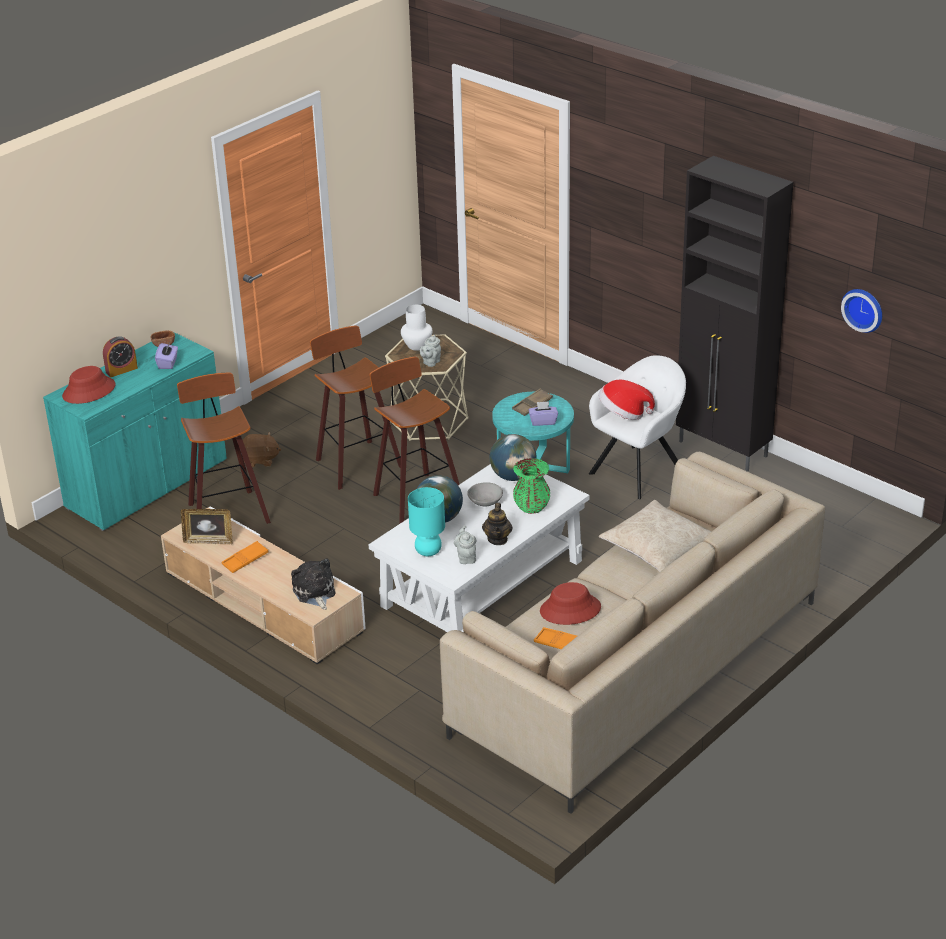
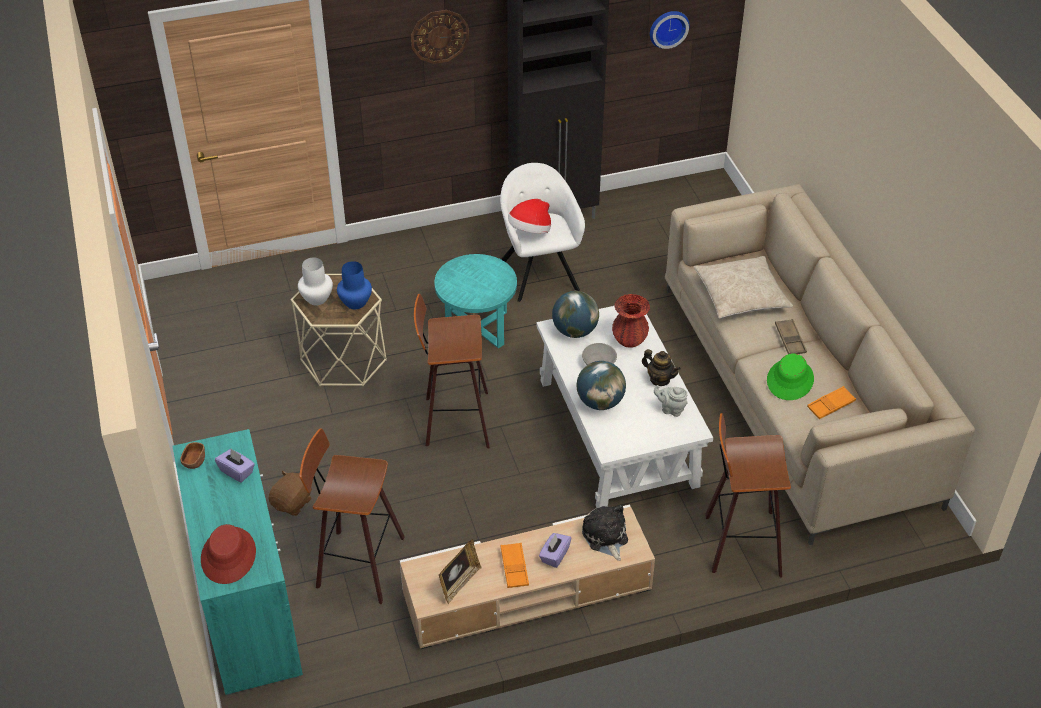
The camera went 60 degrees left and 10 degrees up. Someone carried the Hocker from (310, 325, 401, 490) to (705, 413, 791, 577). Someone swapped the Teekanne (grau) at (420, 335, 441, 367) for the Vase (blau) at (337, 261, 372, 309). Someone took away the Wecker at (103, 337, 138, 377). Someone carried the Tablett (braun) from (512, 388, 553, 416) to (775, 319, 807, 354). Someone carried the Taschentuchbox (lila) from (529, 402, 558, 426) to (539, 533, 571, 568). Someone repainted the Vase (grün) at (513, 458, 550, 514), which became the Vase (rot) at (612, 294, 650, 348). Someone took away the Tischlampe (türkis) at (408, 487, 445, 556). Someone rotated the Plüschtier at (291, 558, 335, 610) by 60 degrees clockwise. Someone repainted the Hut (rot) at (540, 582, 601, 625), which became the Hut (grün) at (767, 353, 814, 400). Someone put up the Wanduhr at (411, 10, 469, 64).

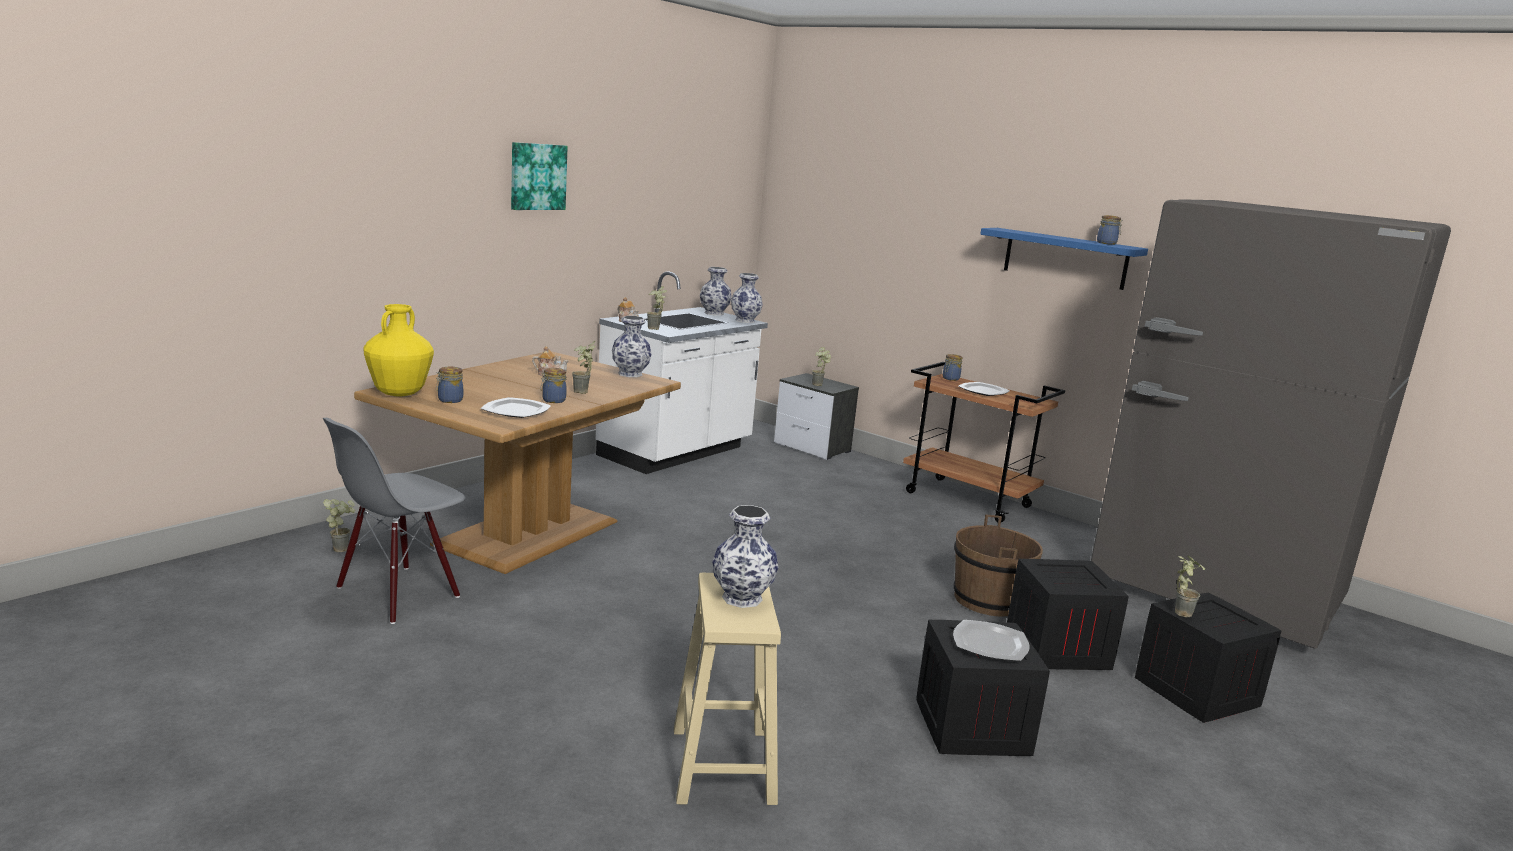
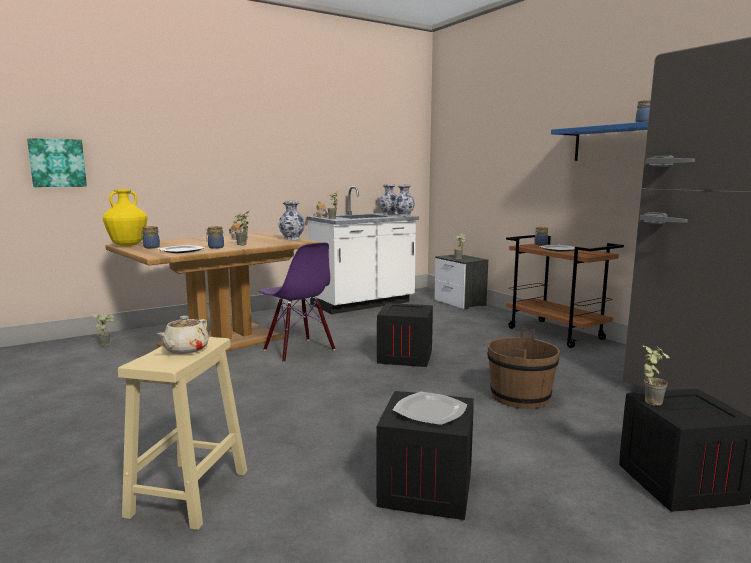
The camera went 20 degrees right and 5 degrees down. Someone carried the Bild from (511, 142, 568, 210) to (27, 138, 87, 187). Someone took away the Stuhl (grau) at (323, 418, 466, 624). Someone swapped the Vase at (712, 505, 779, 608) for the Teekanne (beige) at (157, 316, 209, 354). Someone carried the Kiste from (1007, 559, 1129, 670) to (377, 303, 433, 367). Someone put down the Stuhl (lila) at (259, 242, 335, 363).

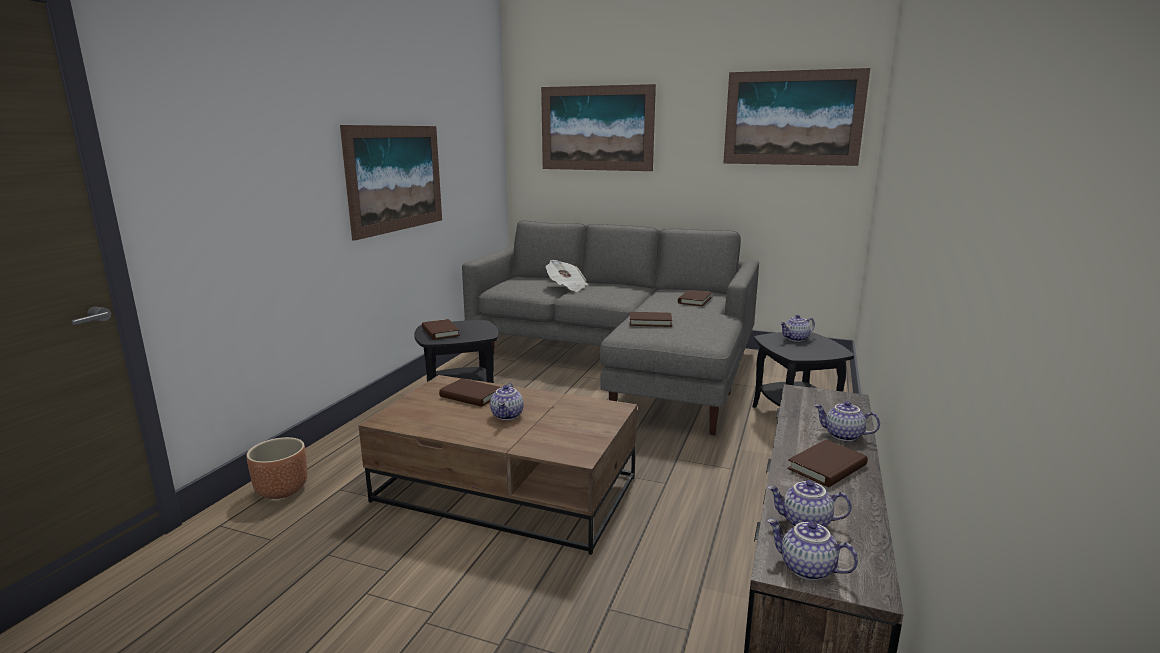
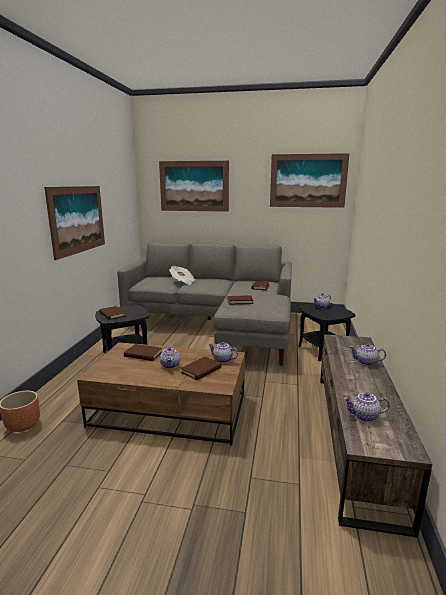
The camera went 10 degrees left and 0 degrees up. Someone carried the Buch (braun) from (787, 440, 868, 487) to (181, 357, 222, 380). Someone carried the Teekanne from (767, 519, 858, 580) to (209, 342, 238, 363).

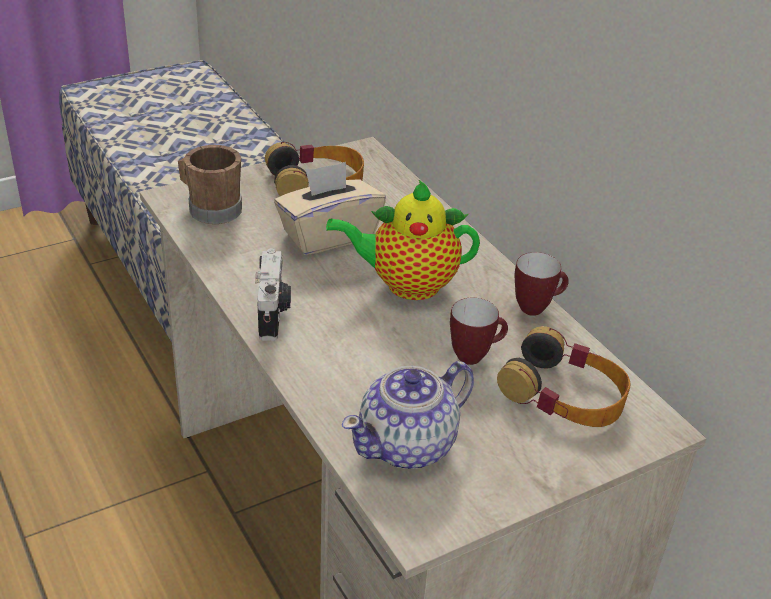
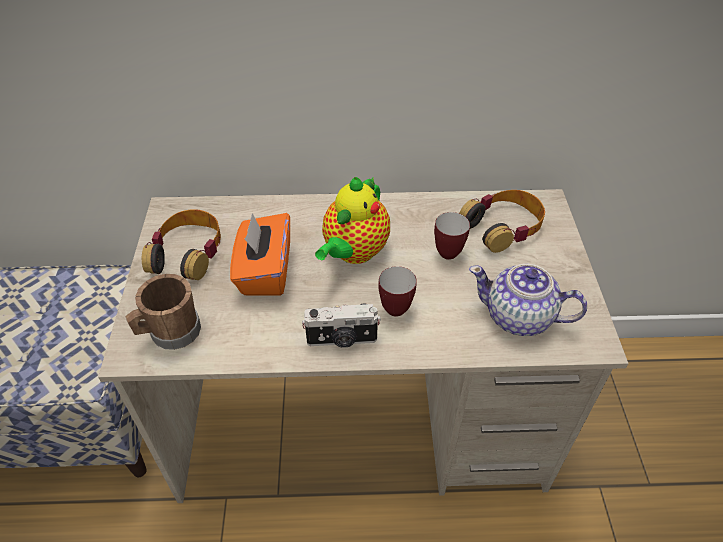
The camera went 60 degrees left and 10 degrees up. Someone repainted the Taschentuchbox (beige) at (274, 162, 386, 255), which became the Taschentuchbox (orange) at (230, 213, 290, 295). Someone rotated the Kamera at (255, 248, 291, 341) by 150 degrees clockwise. Someone carried the Henkelbecher from (515, 252, 569, 316) to (378, 266, 417, 317). Someone rotated the Teekanne at (342, 361, 474, 469) by 120 degrees clockwise.

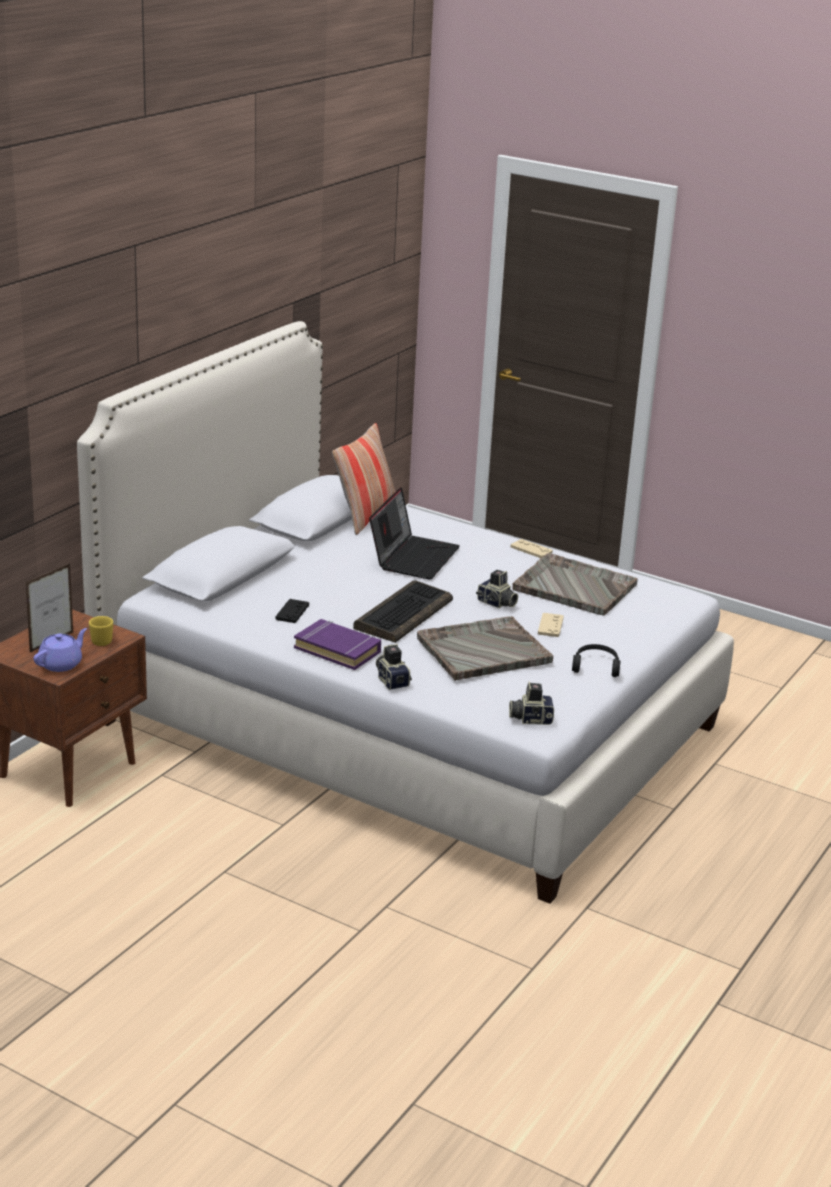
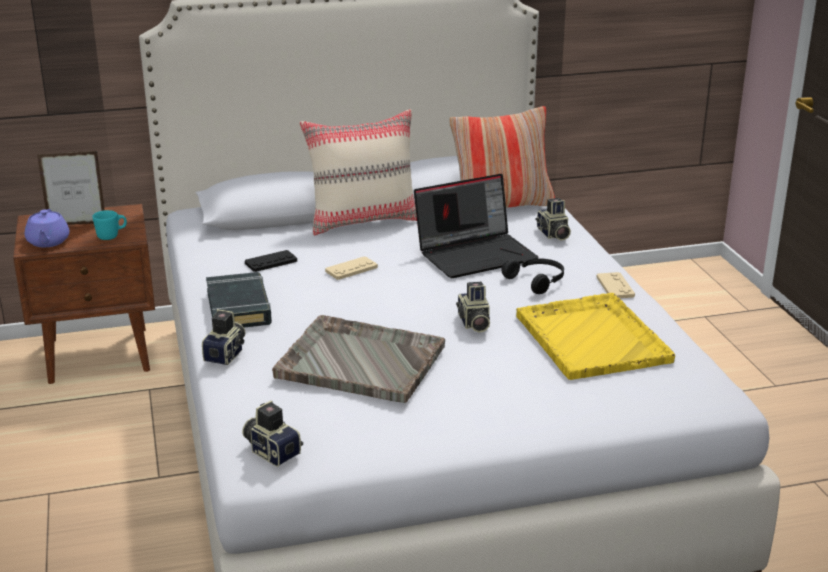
The camera went 45 degrees right and 0 degrees up. Someone repainted the Tablett (grau) at (512, 553, 638, 616), which became the Tablett (gelb) at (516, 293, 675, 380). Someone took away the Tastatur at (353, 580, 453, 643). Someone carried the Gamepad (beige) from (538, 613, 564, 637) to (325, 257, 378, 280). Someone repainted the Henkelbecher (gelb) at (89, 616, 113, 646), which became the Henkelbecher (türkis) at (92, 210, 127, 240). Someone repainted the Buch (lila) at (294, 619, 381, 670), which became the Buch (schwarz) at (206, 272, 272, 328). Someone rotated the Teekanne (lila) at (33, 628, 87, 672) by 90 degrees clockwise. Someone carried the Kopfhörer (schwarz) from (572, 644, 621, 677) to (501, 258, 564, 294). Someone put down the Kissen (beige) at (299, 109, 417, 236). Someone put down the Kamera at (535, 198, 571, 241).

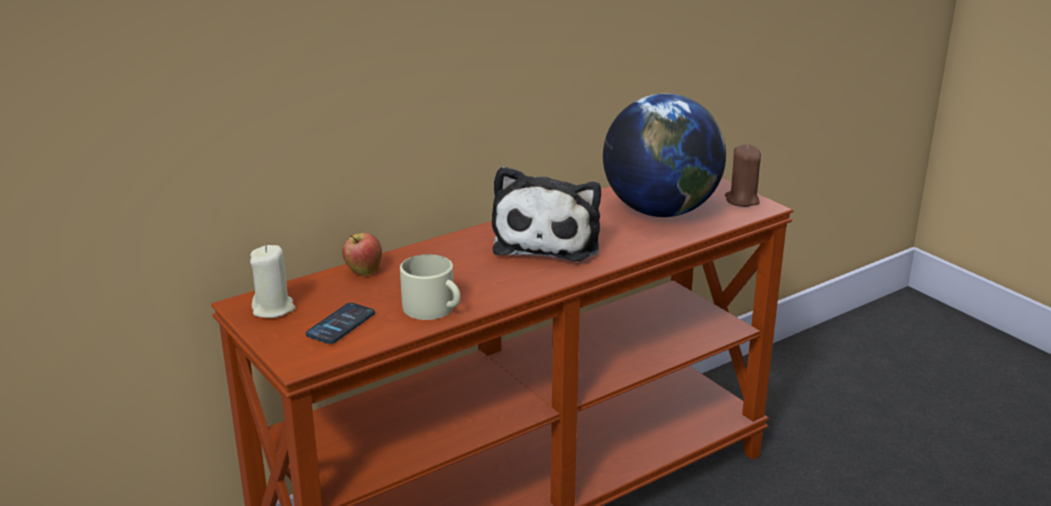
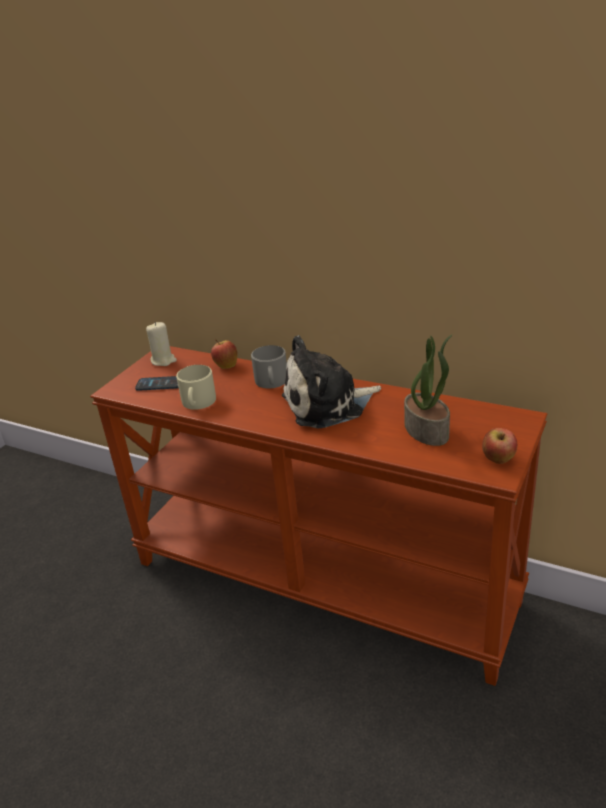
The camera went 65 degrees right and 5 degrees up. Someone swapped the Globus at (603, 94, 726, 217) for the Topfpflanze at (404, 334, 453, 446). Someone swapped the Kerze (braun) at (725, 144, 761, 207) for the Apfel at (482, 428, 518, 464). Someone put down the Henkelbecher (grau) at (251, 345, 287, 388).

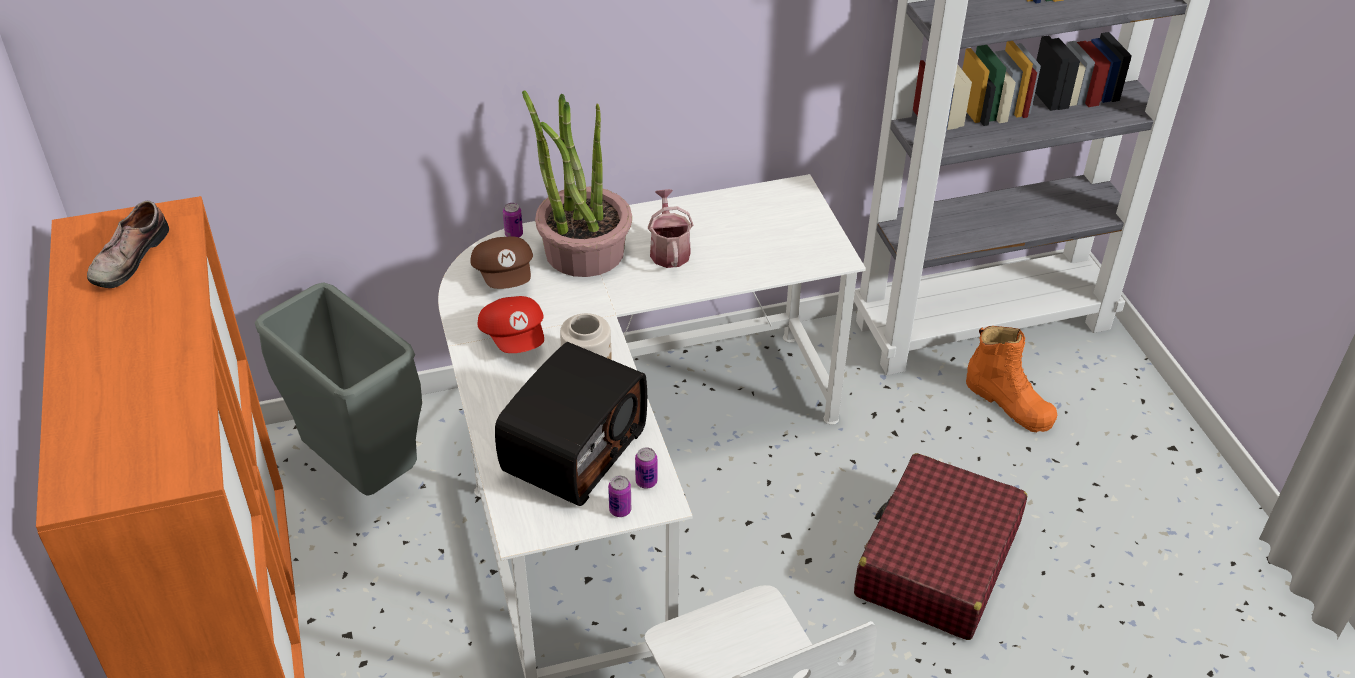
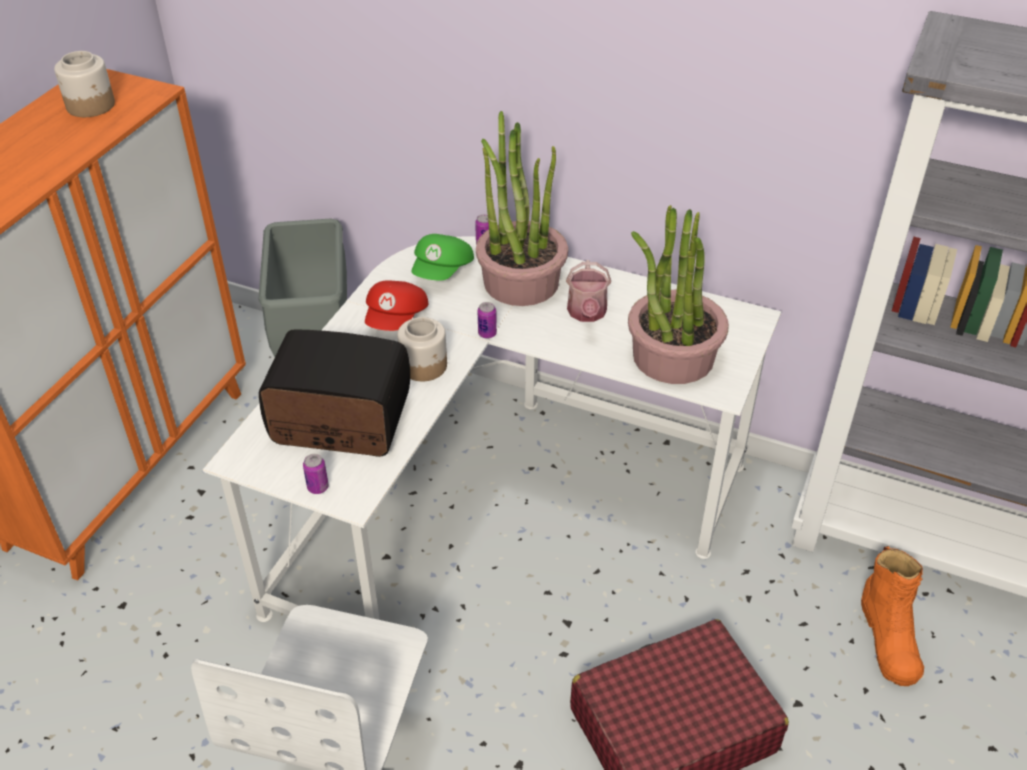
The camera went 40 degrees right and 0 degrees up. Someone rotated the Gießkanne at (648, 189, 693, 268) by 150 degrees clockwise. Someone swapped the Schuh at (87, 201, 169, 288) for the Vorratsglas at (54, 51, 115, 117). Someone repainted the Kappe (braun) at (470, 236, 533, 289), which became the Kappe (grün) at (412, 234, 474, 280). Someone rotated the Radio at (495, 342, 647, 506) by 150 degrees counterclockwise. Someone carried the Dose from (635, 447, 657, 489) to (478, 302, 497, 338). Someone put down the Topfpflanze at (628, 205, 729, 384).

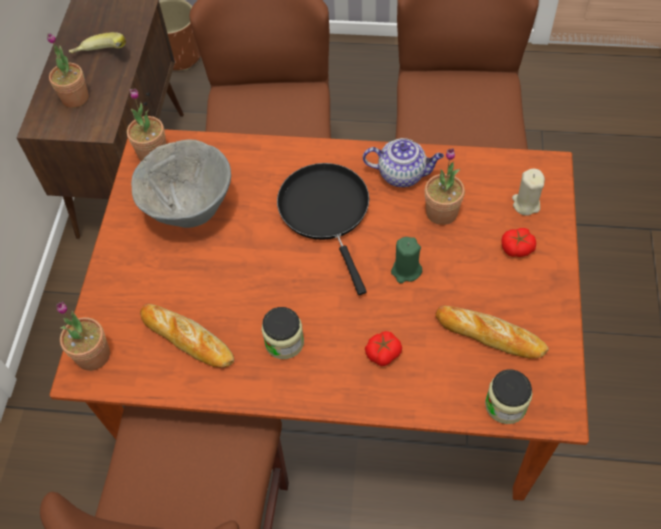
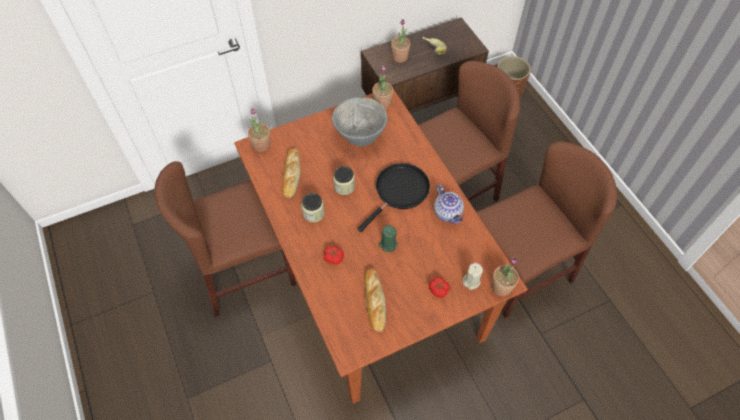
The camera went 55 degrees right and 0 degrees up. Someone carried the Topfpflanze from (425, 148, 465, 225) to (491, 257, 519, 296). Someone carried the Vorratsglas from (485, 369, 533, 424) to (333, 166, 355, 195).

